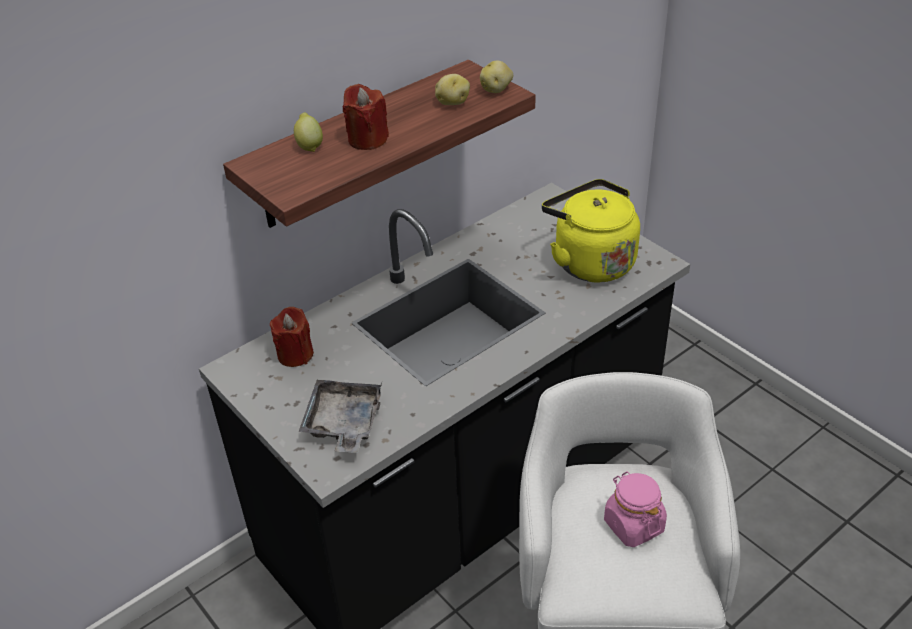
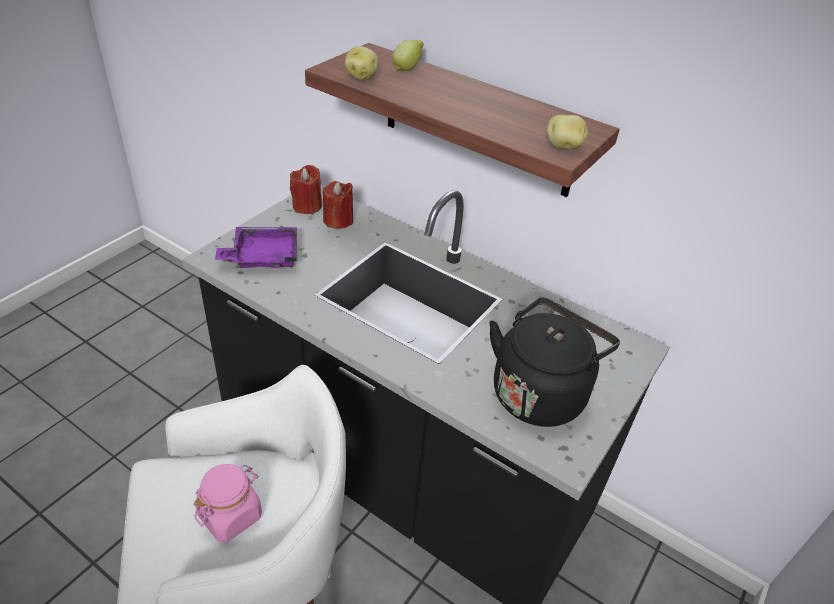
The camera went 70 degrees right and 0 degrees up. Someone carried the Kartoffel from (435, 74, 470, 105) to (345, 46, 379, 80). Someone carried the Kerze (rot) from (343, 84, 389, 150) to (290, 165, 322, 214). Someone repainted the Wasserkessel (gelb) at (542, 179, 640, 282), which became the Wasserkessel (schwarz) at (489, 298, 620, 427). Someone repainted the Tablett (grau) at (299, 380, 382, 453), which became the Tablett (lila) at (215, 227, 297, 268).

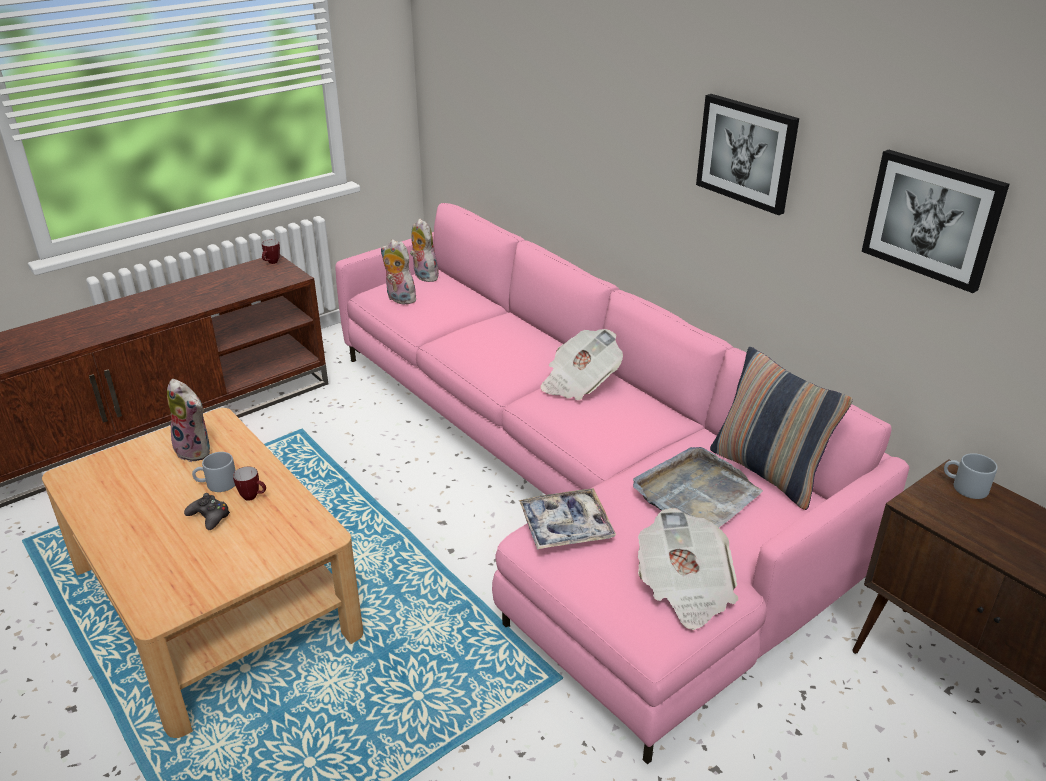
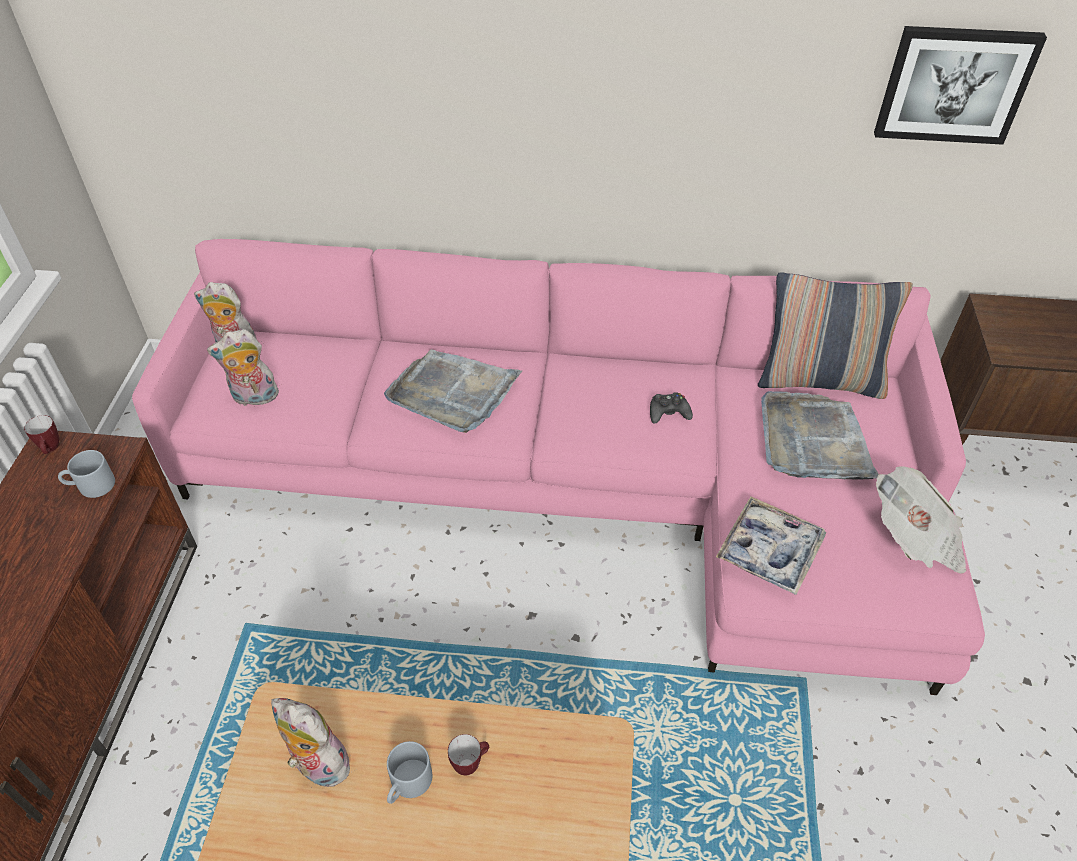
The camera went 45 degrees left and 15 degrees up. Someone took away the Bild at (696, 94, 799, 215). Someone took away the Zeitung at (540, 329, 623, 400). Someone rotated the Plüschtier at (167, 379, 210, 462) by 135 degrees counterclockwise. Someone carried the Henkelbecher (grau) from (944, 453, 998, 499) to (58, 450, 115, 498). Someone carried the Gamepad (schwarz) from (184, 493, 230, 530) to (650, 393, 693, 424). Someone put down the Tablett (grau) at (384, 350, 523, 433).

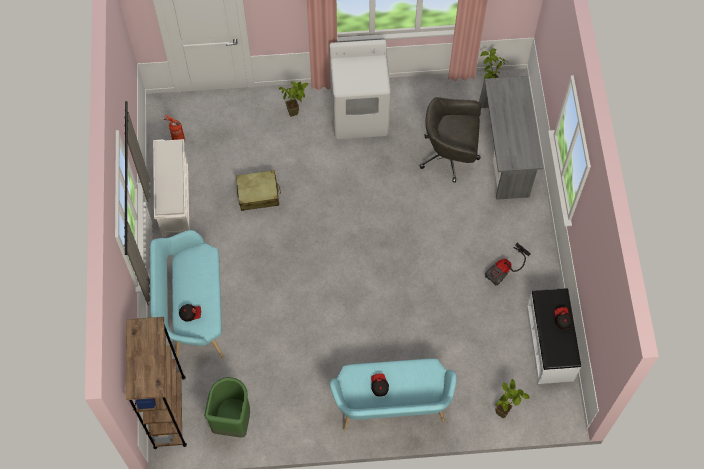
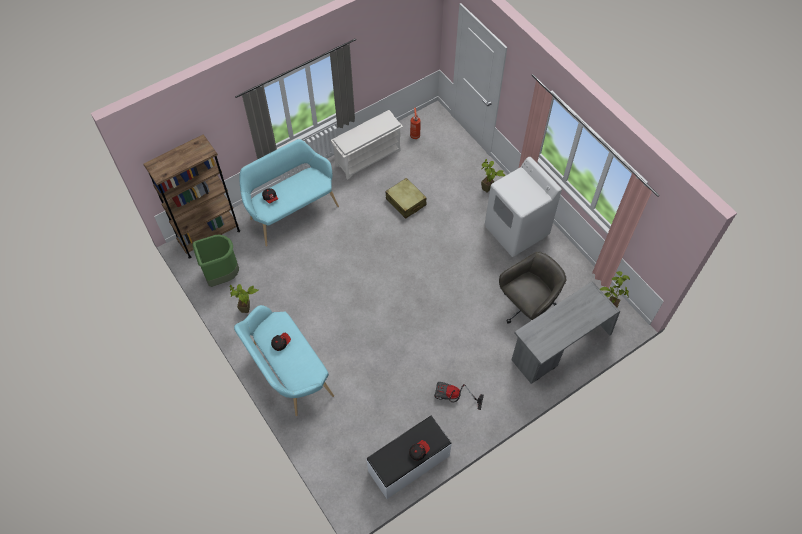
The camera went 60 degrees right and 5 degrees down. Someone rotated the Bürostuhl (grau) at (420, 97, 481, 183) by 75 degrees clockwise. Someone carried the Topfpflanze from (496, 379, 529, 418) to (230, 284, 259, 313).

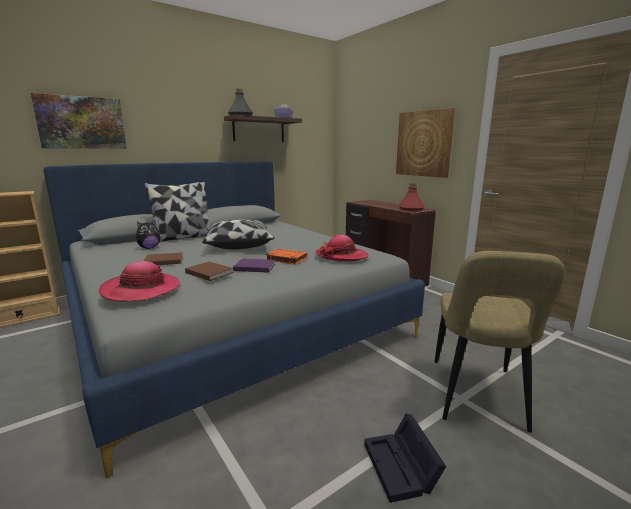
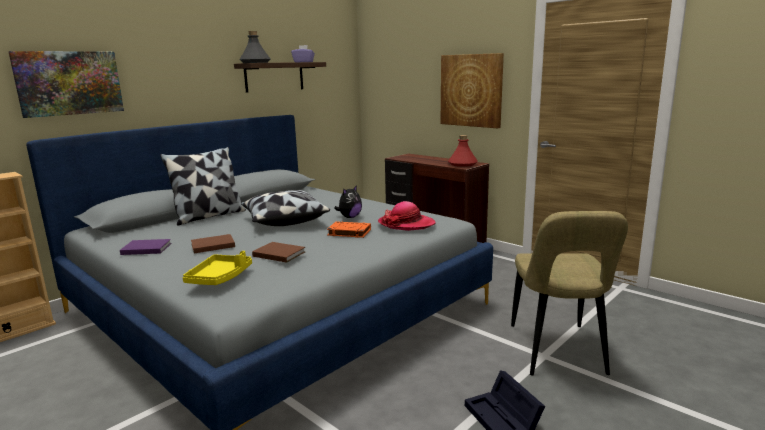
The camera went 10 degrees left and 0 degrees up. Someone carried the Plüschtier from (136, 220, 160, 249) to (334, 185, 362, 218). Someone carried the Buch (lila) from (233, 258, 275, 273) to (120, 239, 171, 255). Someone swapped the Hut at (99, 261, 180, 302) for the Tablett (gelb) at (182, 251, 252, 285).

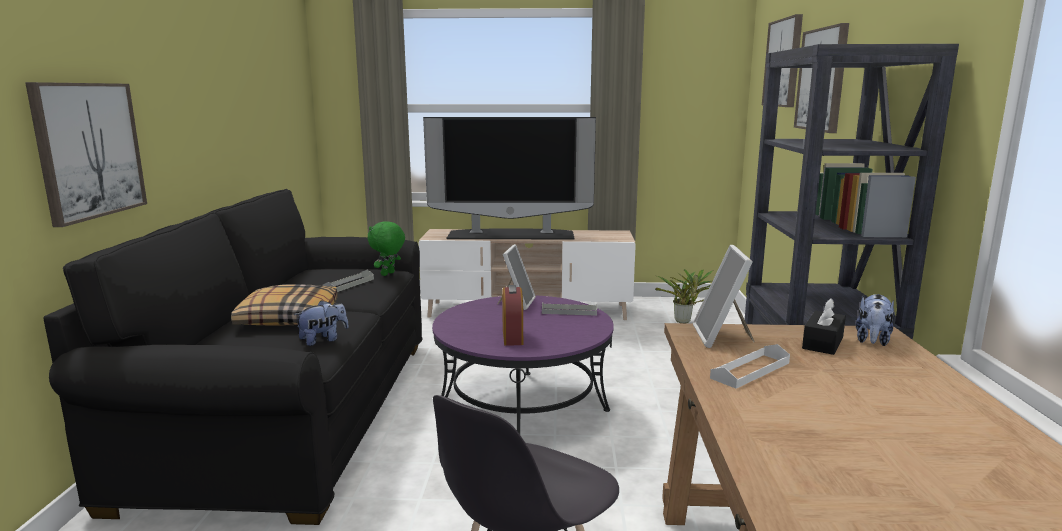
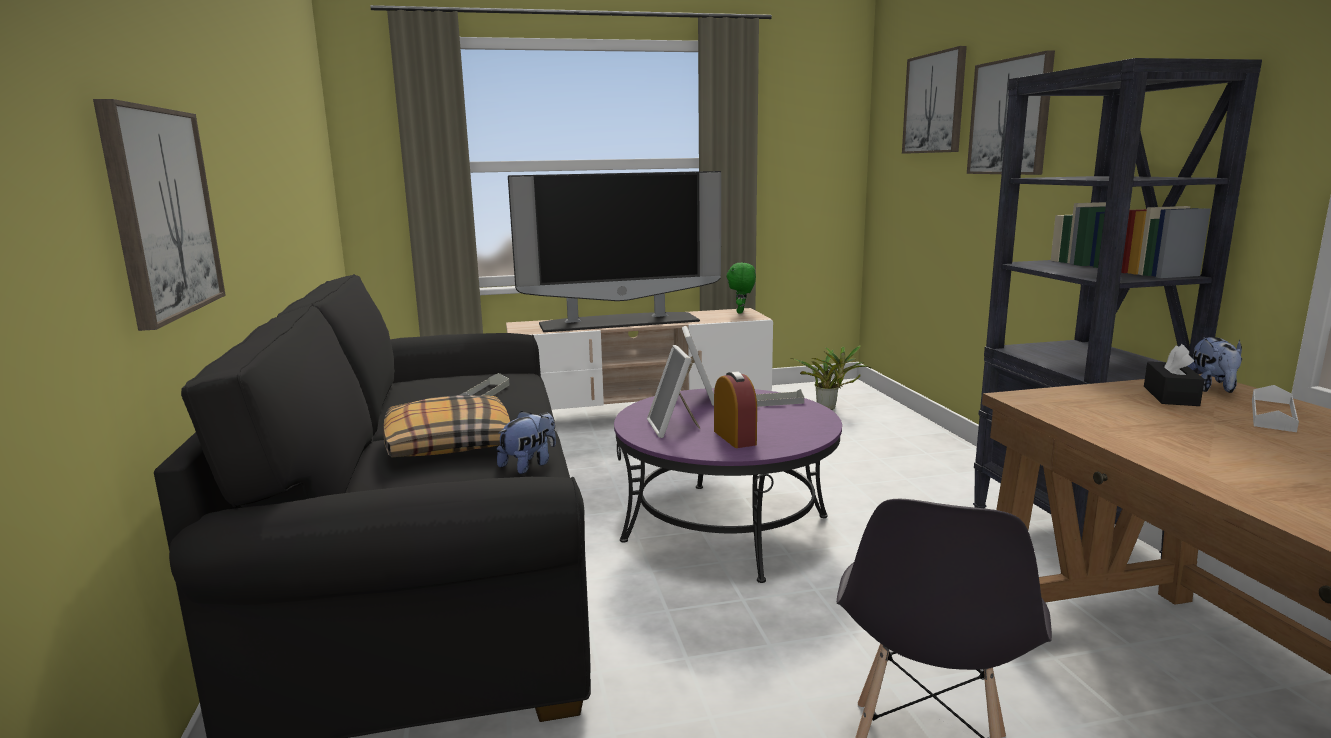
The camera went 15 degrees left and 0 degrees up. Someone carried the Plüschtier (grün) from (368, 221, 405, 276) to (726, 263, 756, 314). Someone carried the Bilderrahmen from (693, 245, 755, 348) to (647, 345, 701, 438). Someone carried the Tablett (weiß) from (710, 344, 790, 389) to (1252, 385, 1299, 432).

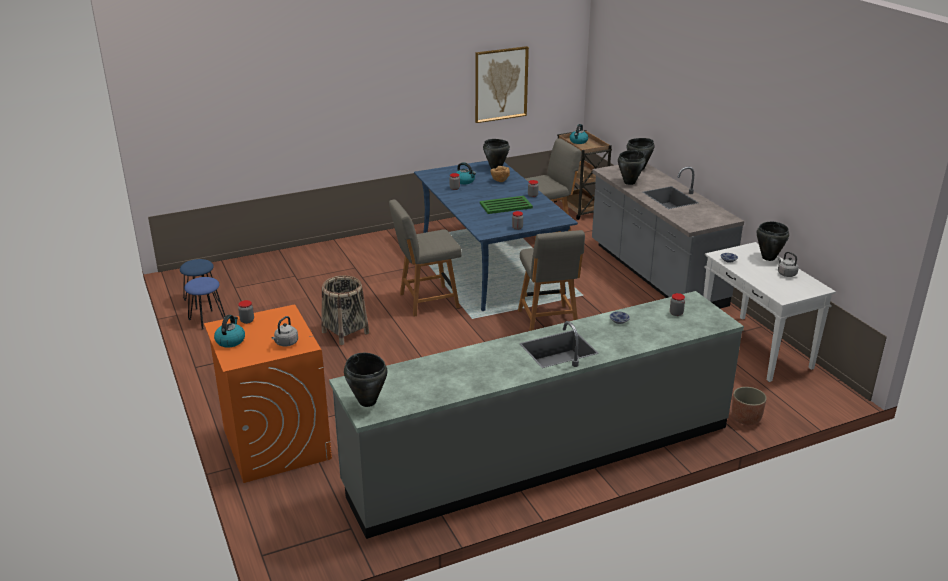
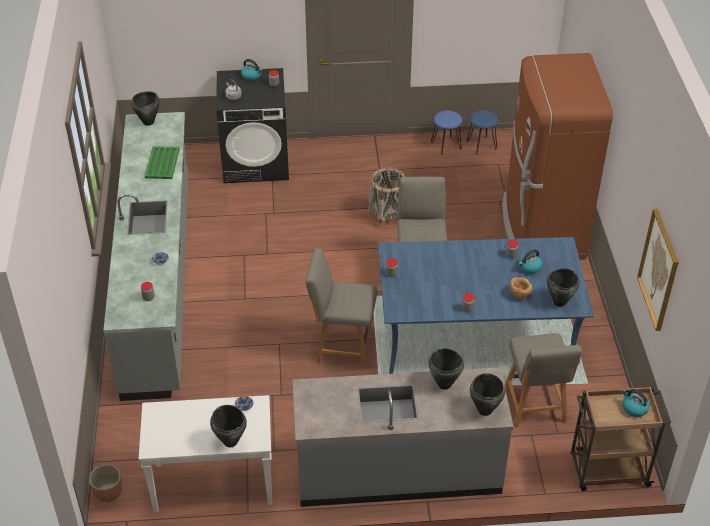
The camera went 110 degrees right and 15 degrees up. Someone carried the Tablett (grün) from (480, 196, 533, 214) to (145, 146, 179, 179). Someone took away the Wasserkessel (grau) at (777, 252, 799, 277). Someone repainted the Waschmaschine (orange) at (204, 305, 332, 483), which became the Waschmaschine (schwarz) at (216, 68, 289, 183). Someone carried the Pflanzkübel from (732, 387, 767, 425) to (89, 464, 122, 503). Someone put down the Kühlschrank (braun) at (502, 53, 613, 260).

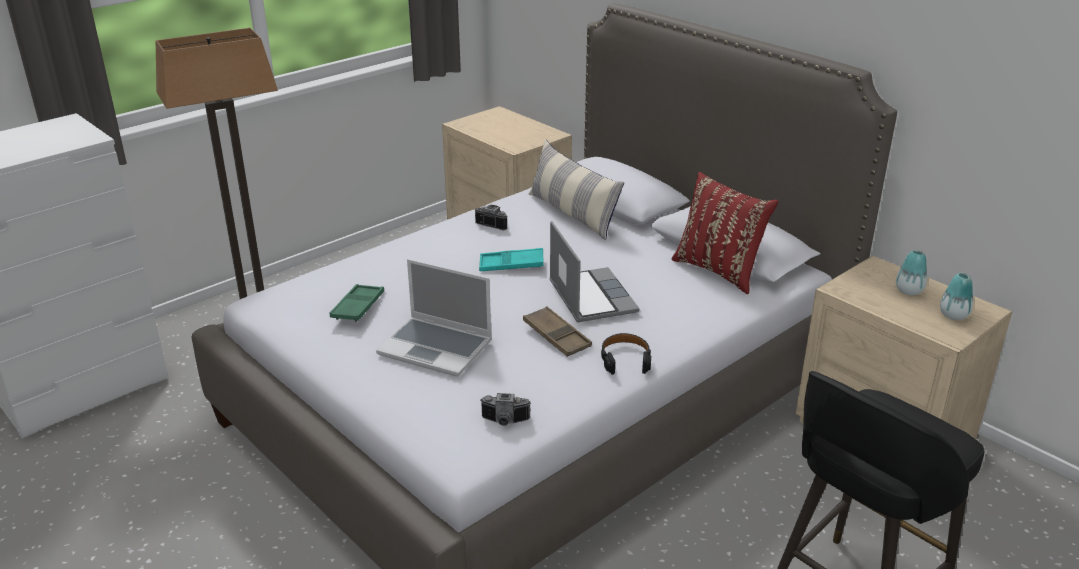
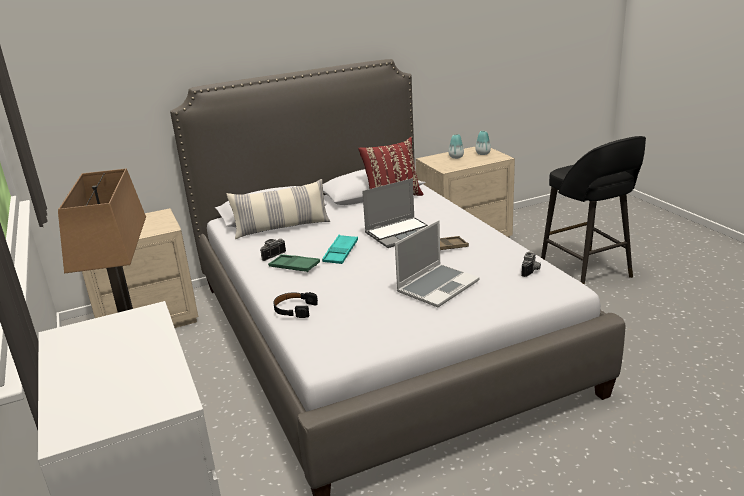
The camera went 70 degrees left and 5 degrees down. Someone rotated the Laptop at (549, 221, 639, 322) by 150 degrees clockwise. Someone carried the Tablett (grün) from (329, 284, 384, 322) to (268, 254, 320, 272). Someone carried the Kopfhörer (schwarz) from (601, 333, 651, 375) to (273, 292, 318, 318).

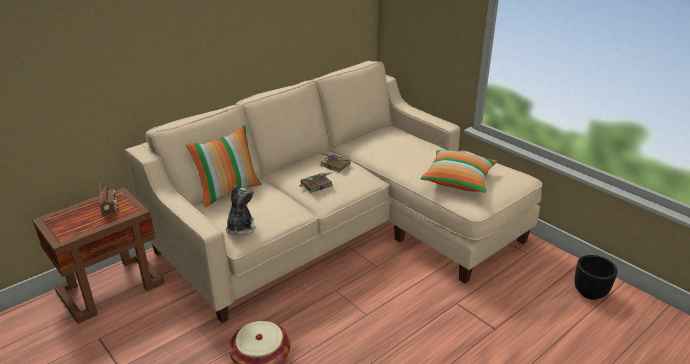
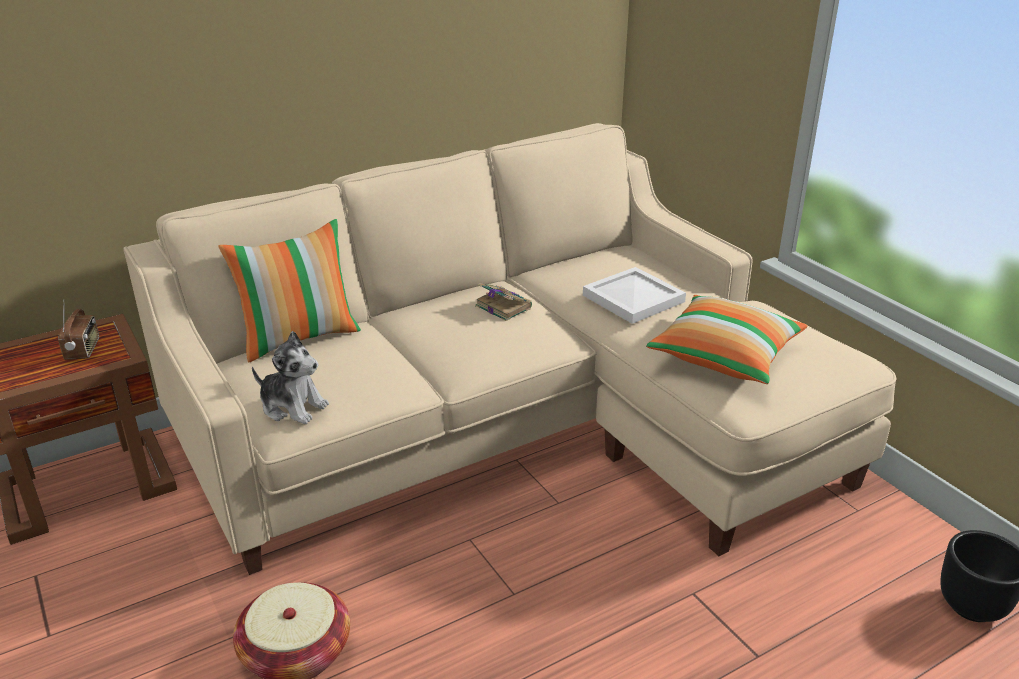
The camera went 10 degrees right and 0 degrees up. Someone took away the Buch at (299, 173, 333, 193). Someone rotated the Plüschtier at (225, 185, 256, 235) by 105 degrees clockwise. Someone put down the Tablett (weiß) at (583, 267, 686, 324).

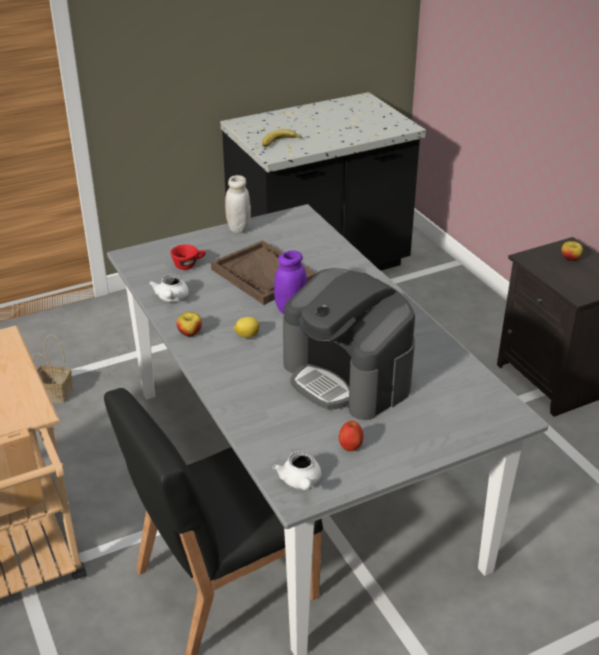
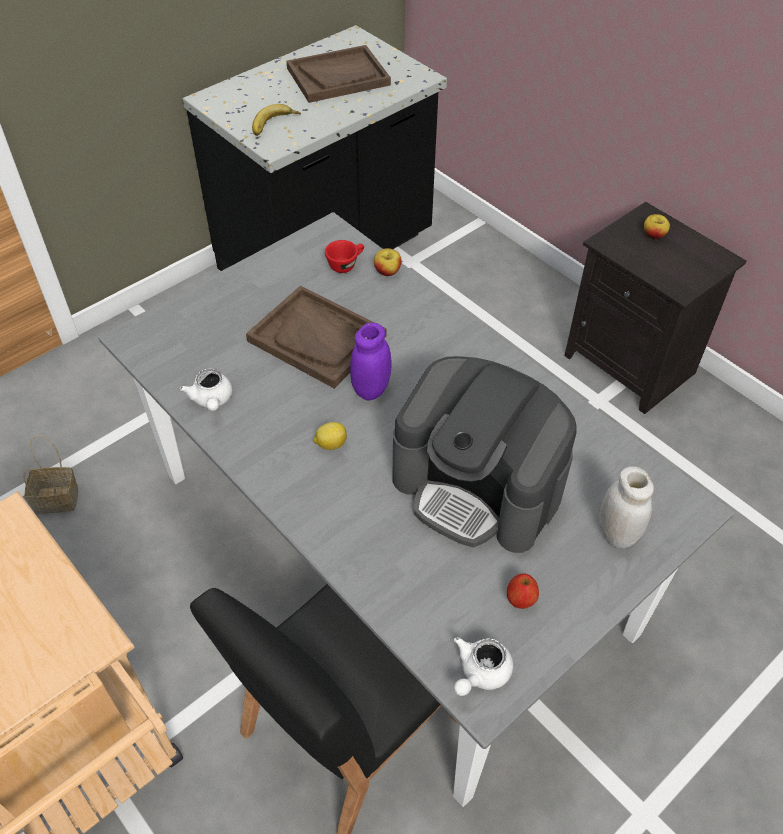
The camera went 15 degrees left and 15 degrees up. Someone carried the Vorratsglas (weiß) from (225, 175, 251, 233) to (600, 466, 654, 548). Someone carried the Tasse (rot) from (171, 244, 206, 270) to (325, 240, 364, 273). Someone carried the Apfel from (176, 312, 202, 336) to (374, 248, 402, 276). Someone rotated the Teekanne (weiß) at (273, 451, 321, 490) by 60 degrees clockwise. Someone put down the Tablett (braun) at (286, 45, 391, 103).

